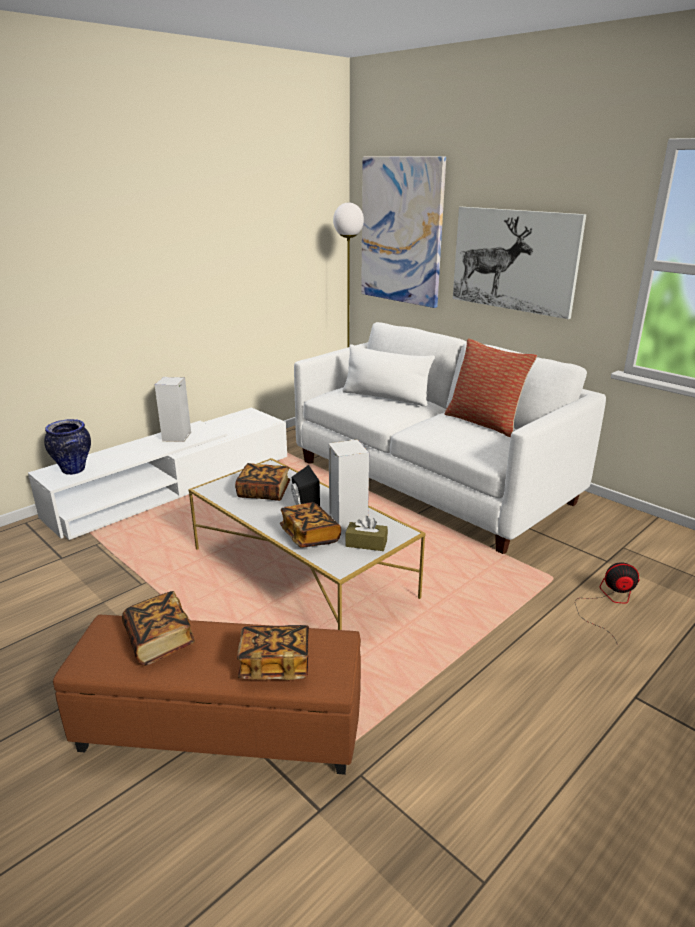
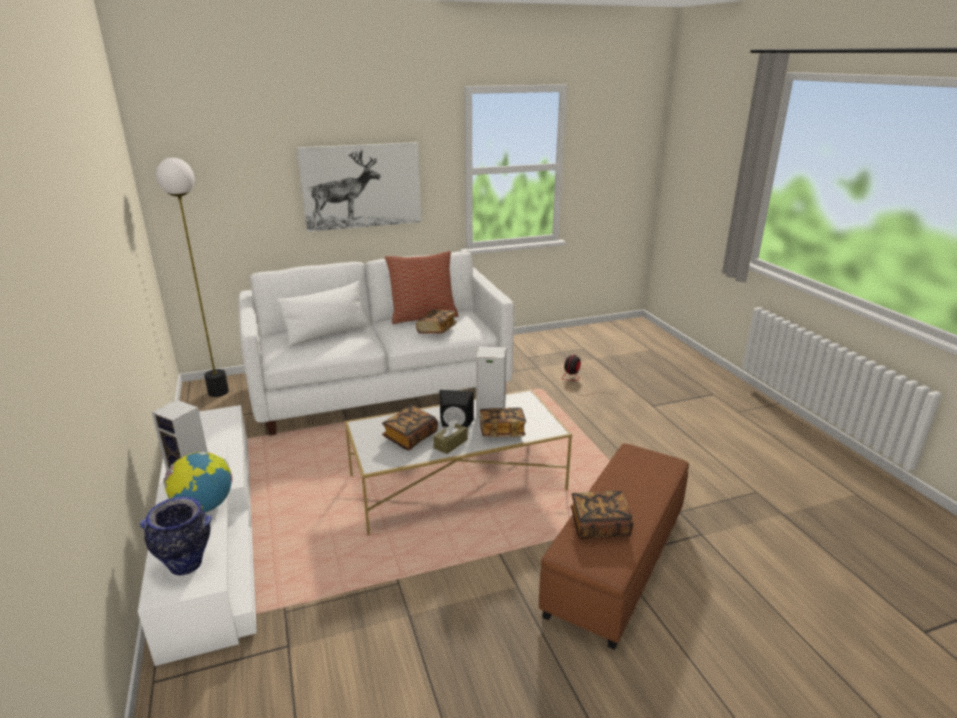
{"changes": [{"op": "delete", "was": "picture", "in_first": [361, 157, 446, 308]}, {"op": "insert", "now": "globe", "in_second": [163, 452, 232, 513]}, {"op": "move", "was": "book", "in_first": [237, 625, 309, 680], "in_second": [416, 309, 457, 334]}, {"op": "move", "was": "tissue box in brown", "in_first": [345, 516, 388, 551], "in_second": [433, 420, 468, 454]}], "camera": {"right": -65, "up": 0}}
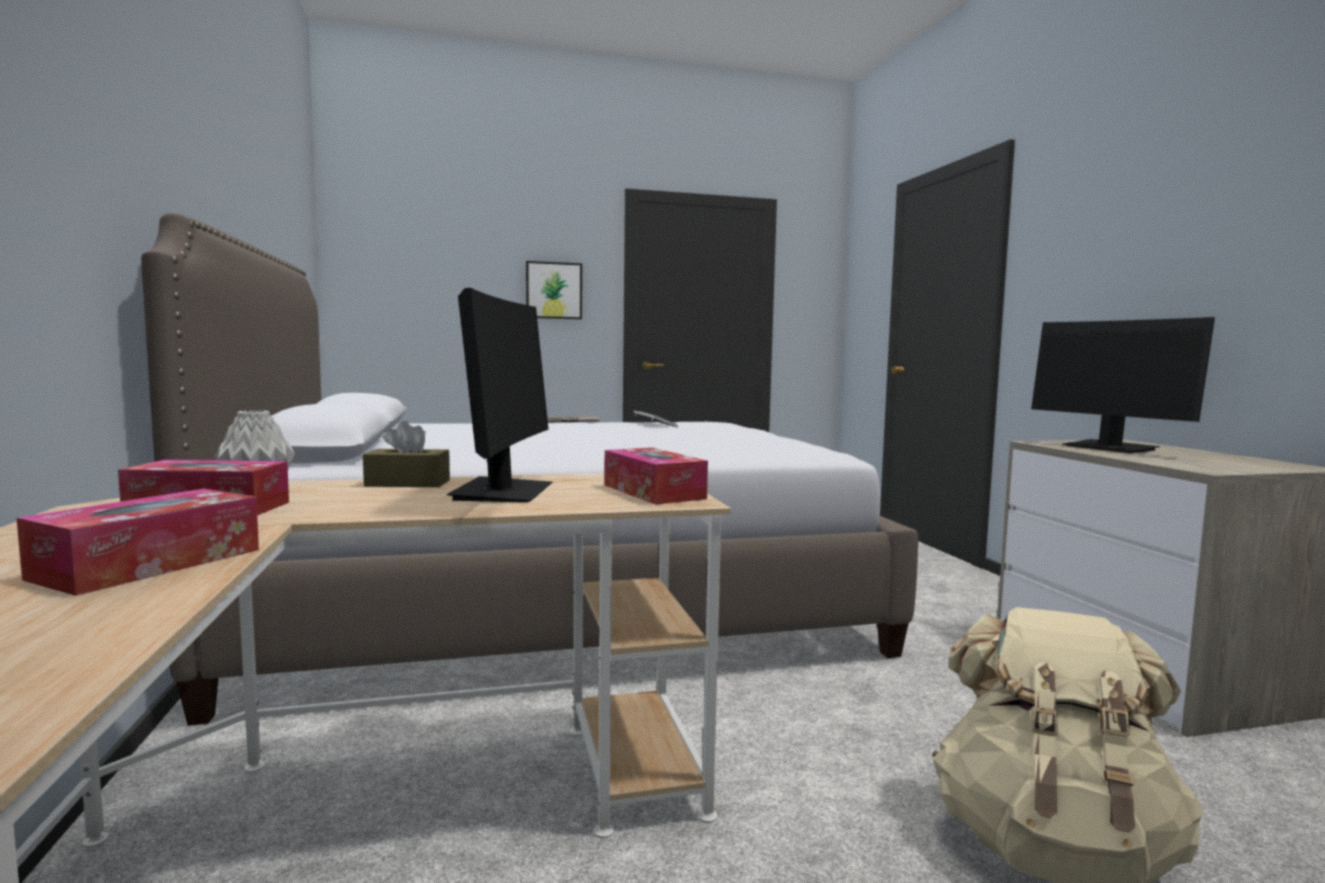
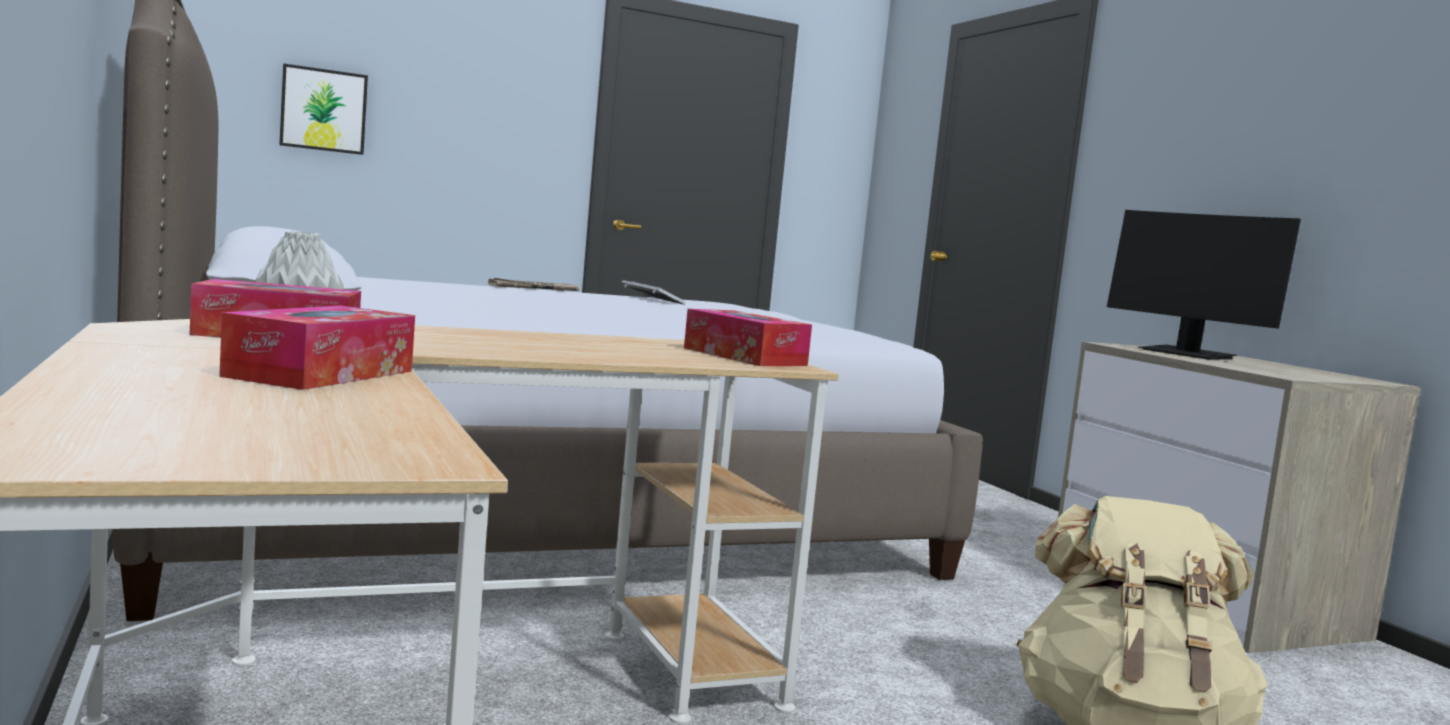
{"changes": [{"op": "delete", "was": "tissue box in brown", "in_first": [363, 421, 450, 487]}, {"op": "delete", "was": "monitor", "in_first": [447, 288, 552, 503]}, {"op": "move", "was": "picture", "in_first": [526, 261, 582, 319], "in_second": [279, 63, 368, 155]}], "camera": {"right": -10, "up": 0}}
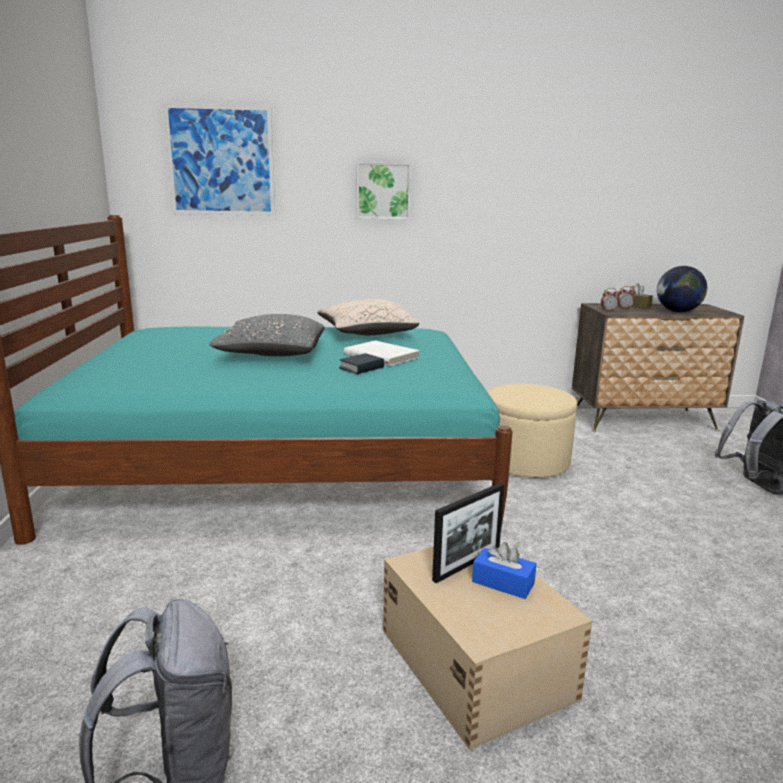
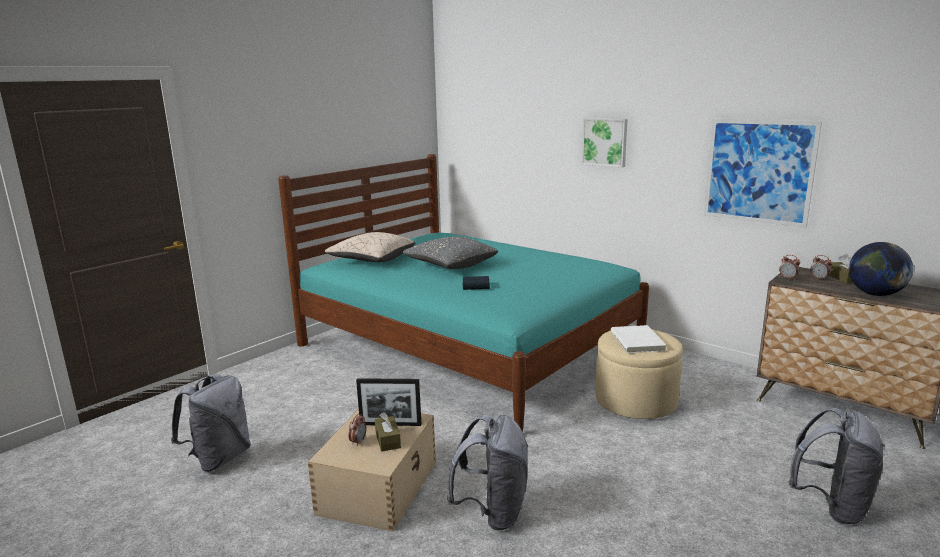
{"changes": [{"op": "insert", "now": "alarm clock", "in_second": [348, 414, 366, 446]}, {"op": "insert", "now": "backpack in grey", "in_second": [447, 415, 528, 531]}, {"op": "move", "was": "picture", "in_first": [163, 103, 275, 216], "in_second": [704, 119, 822, 228]}, {"op": "move", "was": "pillow in beige", "in_first": [317, 299, 419, 335], "in_second": [325, 232, 415, 262]}, {"op": "move", "was": "book in white", "in_first": [344, 341, 420, 366], "in_second": [611, 325, 666, 353]}, {"op": "recolor", "was": "tissue box in blue", "now": "tissue box in brown", "in_first": [472, 542, 537, 599], "in_second": [375, 412, 401, 452]}], "camera": {"right": 45, "up": 0}}
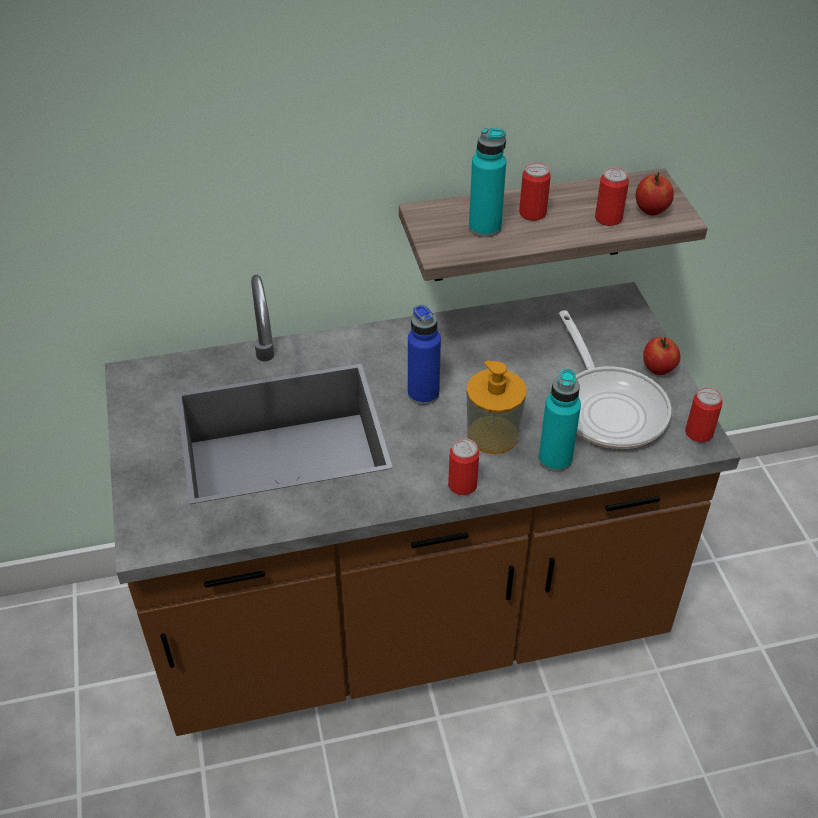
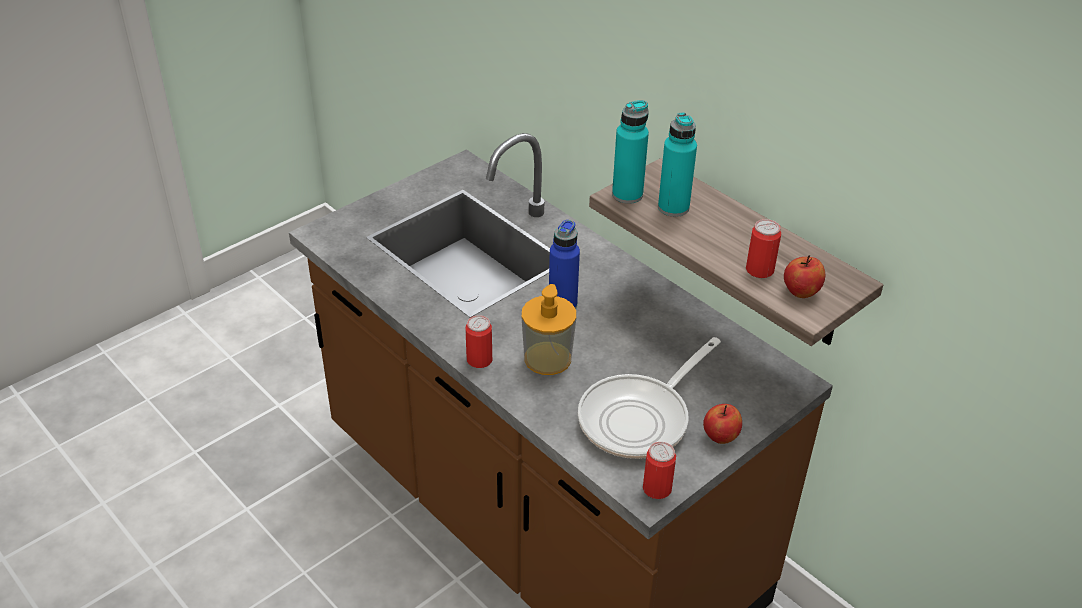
{"changes": [{"op": "delete", "was": "can", "in_first": [519, 162, 551, 221]}, {"op": "move", "was": "bottle in turquoise", "in_first": [539, 369, 581, 472], "in_second": [612, 100, 649, 204]}], "camera": {"right": 60, "up": -5}}
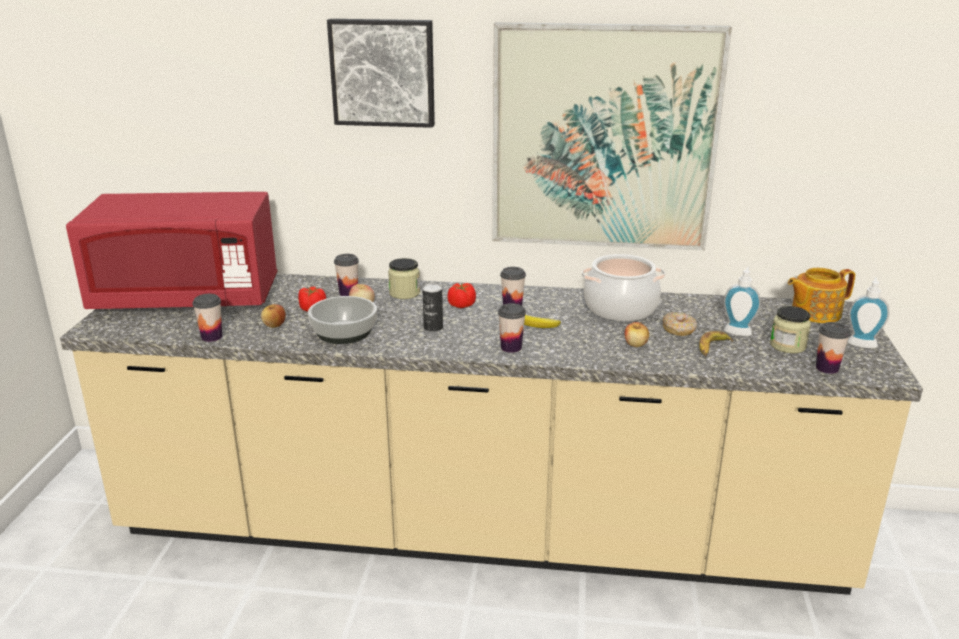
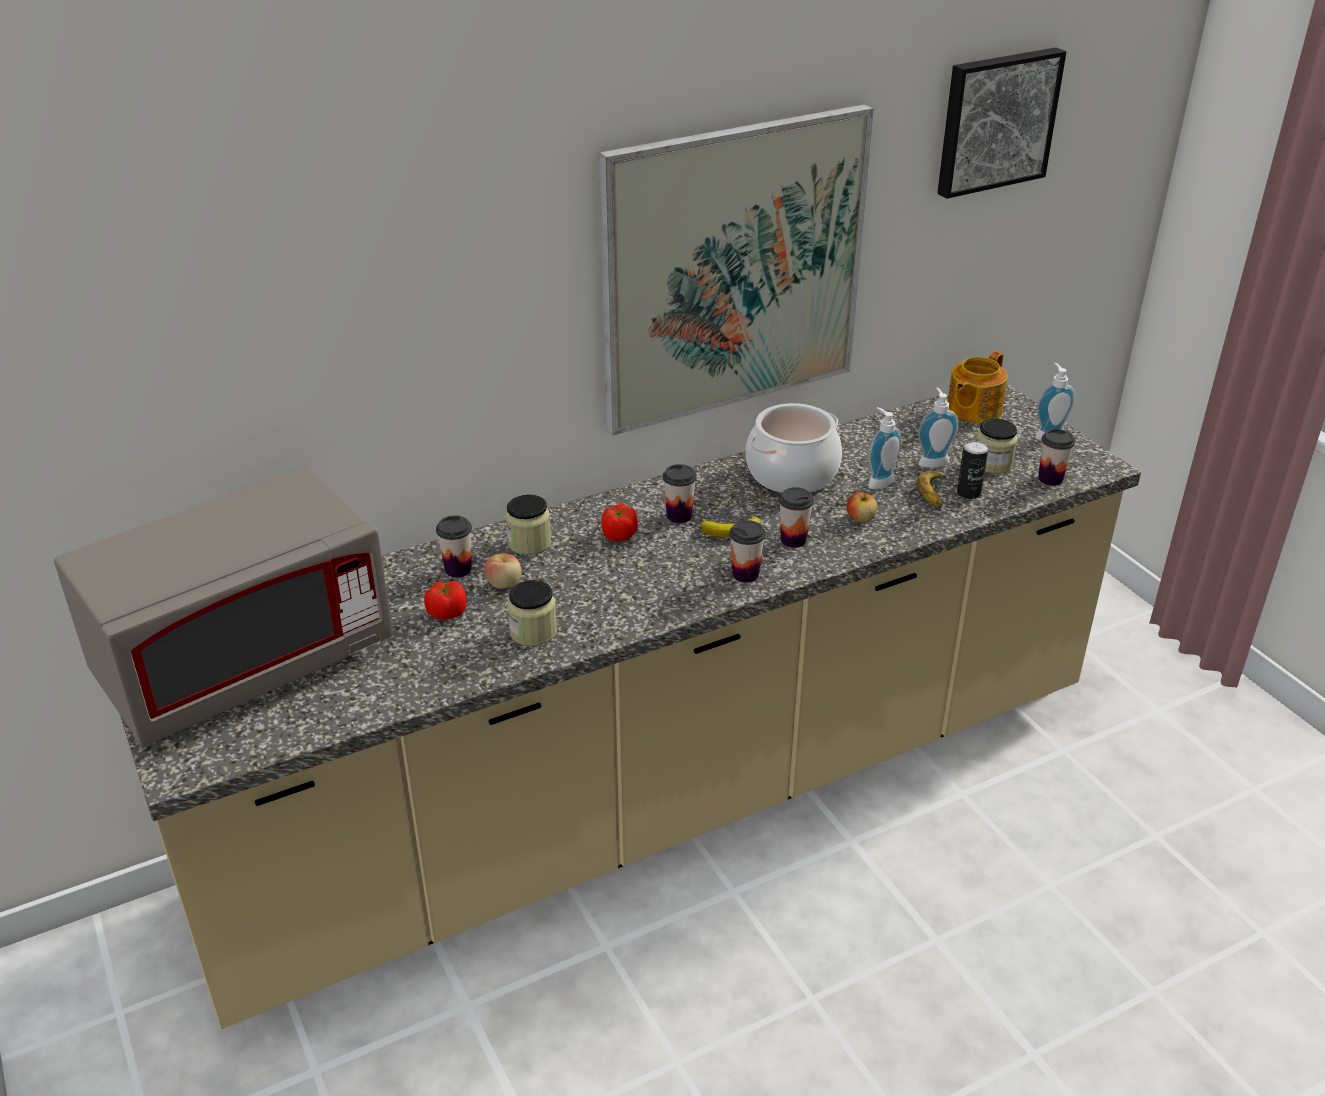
{"changes": [{"op": "delete", "was": "apple", "in_first": [261, 304, 286, 328]}, {"op": "move", "was": "cup", "in_first": [192, 294, 222, 342], "in_second": [779, 487, 814, 548]}, {"op": "move", "was": "picture", "in_first": [327, 19, 435, 128], "in_second": [937, 47, 1066, 199]}, {"op": "move", "was": "can", "in_first": [422, 283, 443, 332], "in_second": [957, 440, 988, 499]}, {"op": "replace", "was": "bowl", "now": "jar", "in_first": [308, 296, 377, 344], "in_second": [507, 580, 557, 647]}, {"op": "replace", "was": "donut", "now": "soap dispenser", "in_first": [663, 312, 697, 336], "in_second": [868, 407, 901, 489]}, {"op": "recolor", "was": "microwave in red", "now": "microwave in grey", "in_first": [66, 192, 278, 309], "in_second": [54, 467, 393, 746]}], "camera": {"right": -35, "up": 10}}
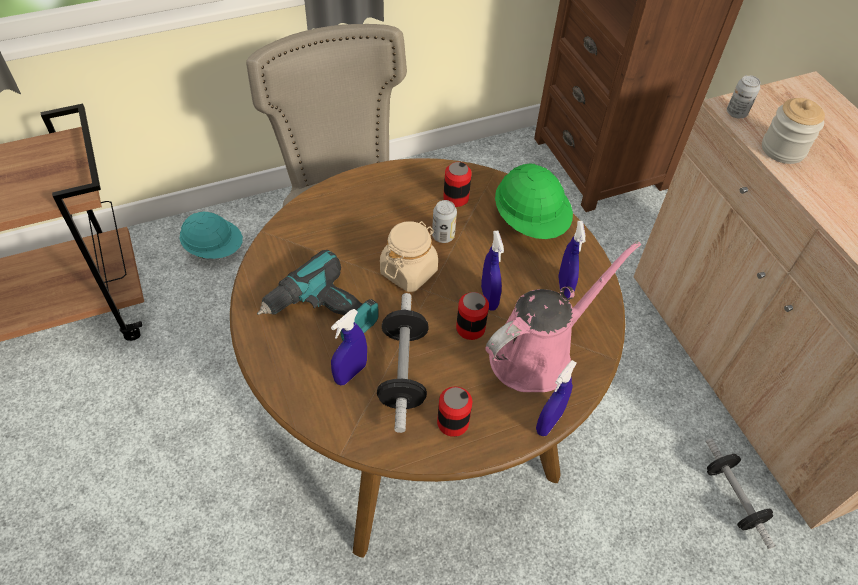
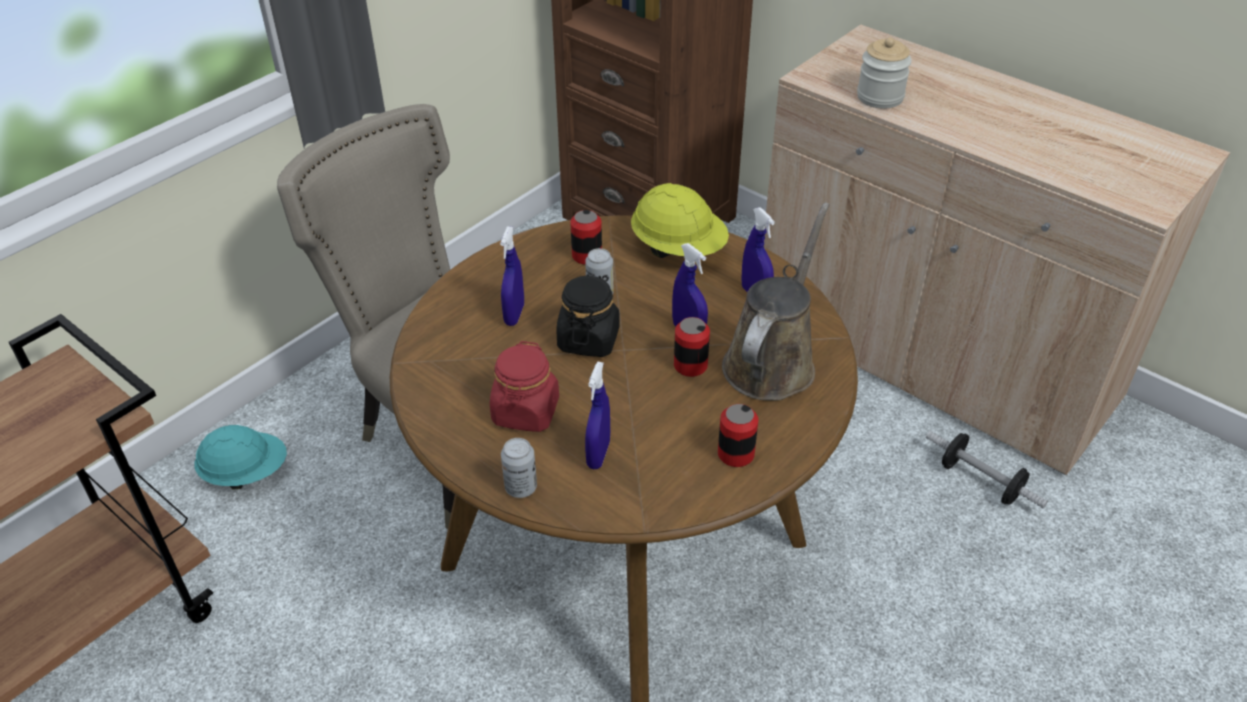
{"changes": [{"op": "delete", "was": "dumbbell", "in_first": [377, 293, 429, 433]}, {"op": "move", "was": "spray bottle in blue", "in_first": [536, 360, 577, 436], "in_second": [500, 226, 524, 326]}, {"op": "move", "was": "can", "in_first": [727, 75, 760, 119], "in_second": [501, 438, 537, 498]}, {"op": "replace", "was": "power drill", "now": "jar in red", "in_first": [257, 250, 379, 341], "in_second": [490, 341, 559, 432]}, {"op": "recolor", "was": "jar in beige", "now": "jar in black", "in_first": [380, 221, 438, 292], "in_second": [556, 274, 620, 357]}, {"op": "recolor", "was": "watering can in pink", "now": "watering can in brown", "in_first": [485, 241, 641, 392], "in_second": [722, 203, 830, 401]}, {"op": "recolor", "was": "hard hat in green", "now": "hard hat in yellow", "in_first": [495, 164, 573, 239], "in_second": [631, 183, 729, 258]}], "camera": {"right": -25, "up": -10}}
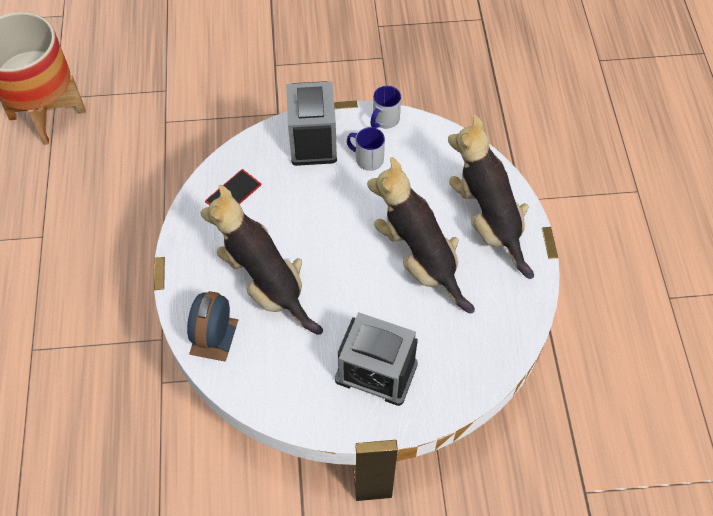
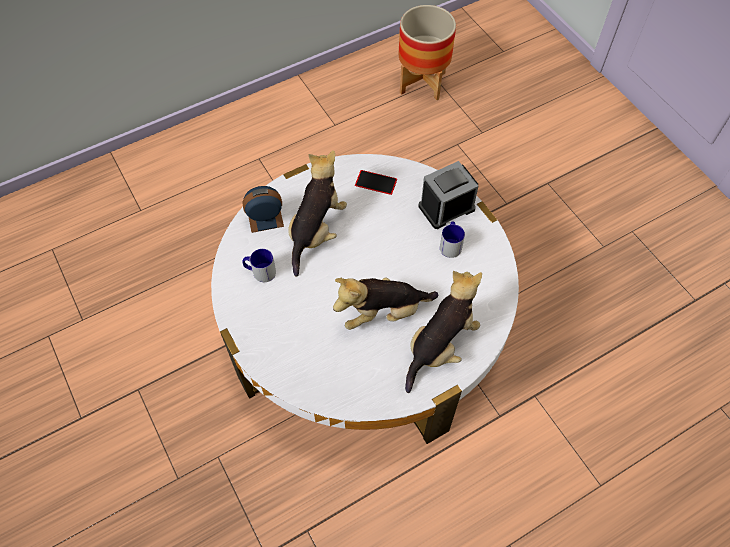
{"changes": [{"op": "delete", "was": "alarm clock", "in_first": [335, 312, 418, 406]}, {"op": "move", "was": "mug", "in_first": [371, 86, 401, 129], "in_second": [243, 249, 276, 282]}, {"op": "rotate", "was": "plush toy", "in_first": [367, 157, 475, 314], "in_second": [333, 277, 438, 330], "clockwise": -135}], "camera": {"right": 65, "up": 0}}
